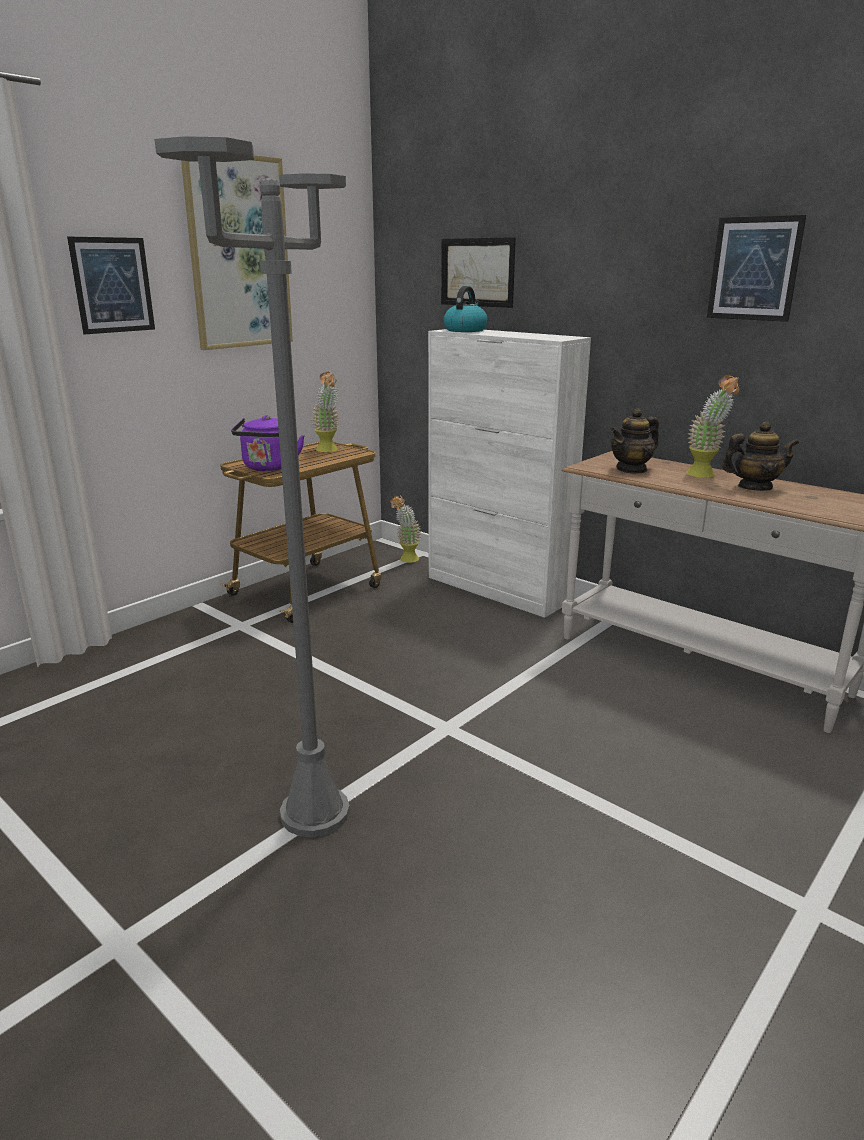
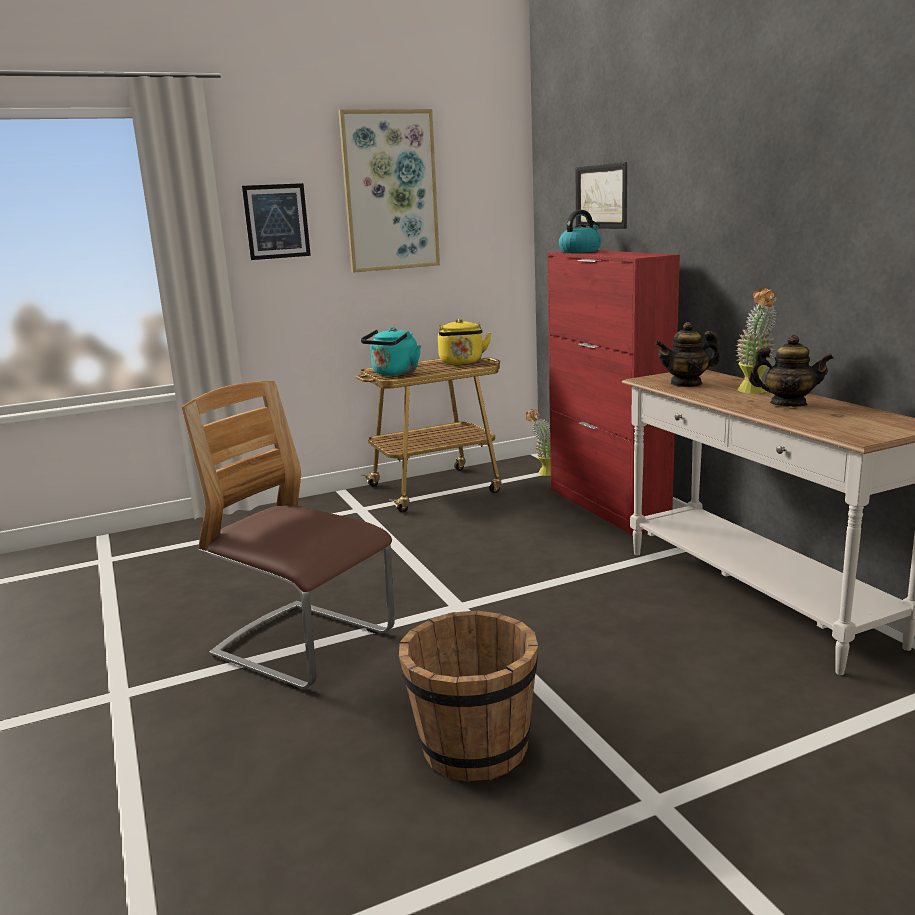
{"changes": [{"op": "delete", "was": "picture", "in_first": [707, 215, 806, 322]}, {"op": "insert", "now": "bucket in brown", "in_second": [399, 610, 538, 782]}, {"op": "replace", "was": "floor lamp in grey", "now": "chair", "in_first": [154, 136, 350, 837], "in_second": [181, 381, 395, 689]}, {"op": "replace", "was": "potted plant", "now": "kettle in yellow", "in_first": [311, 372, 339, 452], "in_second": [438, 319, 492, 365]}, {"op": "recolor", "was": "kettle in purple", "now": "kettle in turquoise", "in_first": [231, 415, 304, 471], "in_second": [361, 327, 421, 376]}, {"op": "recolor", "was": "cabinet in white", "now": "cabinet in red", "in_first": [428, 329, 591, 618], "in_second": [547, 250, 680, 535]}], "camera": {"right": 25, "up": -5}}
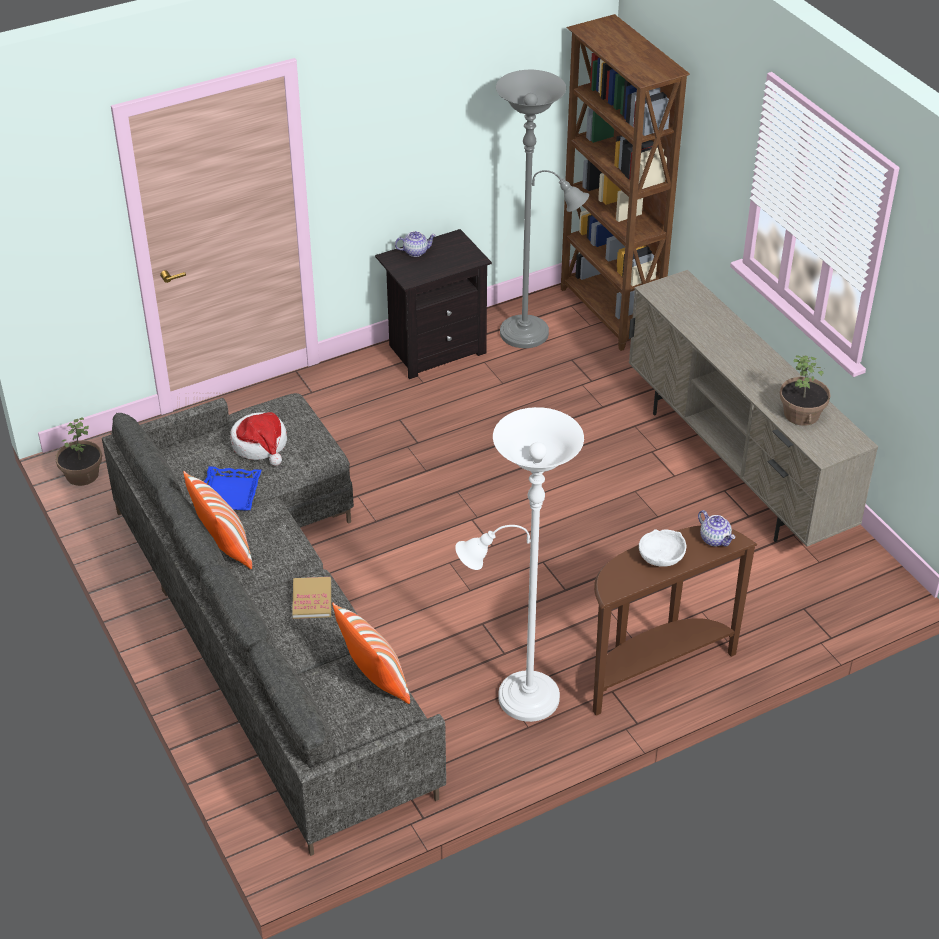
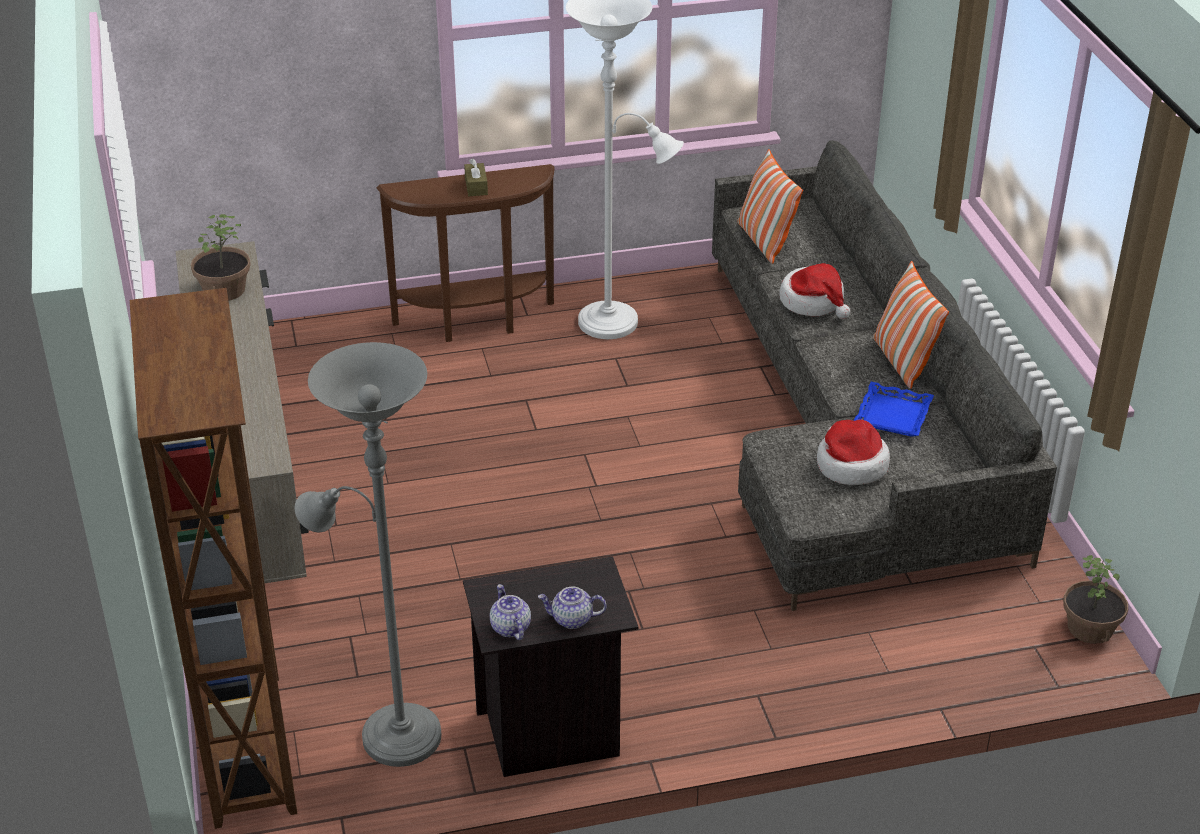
{"changes": [{"op": "move", "was": "teapot", "in_first": [698, 510, 735, 546], "in_second": [490, 584, 531, 640]}, {"op": "replace", "was": "book", "now": "hat", "in_first": [292, 577, 331, 619], "in_second": [779, 263, 850, 319]}, {"op": "replace", "was": "bowl in white", "now": "tissue box in brown", "in_first": [639, 529, 686, 567], "in_second": [464, 159, 488, 196]}], "camera": {"right": -165, "up": -5}}
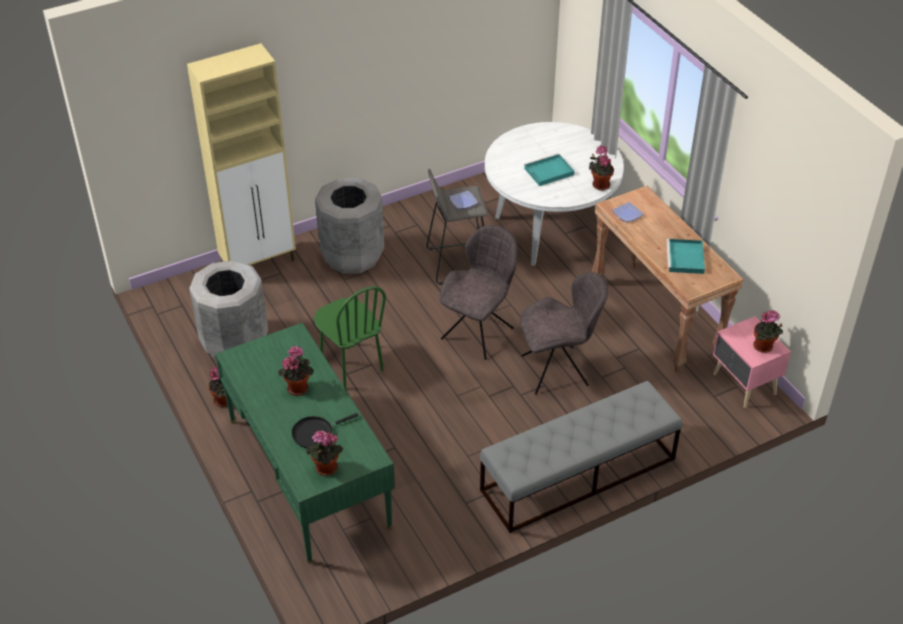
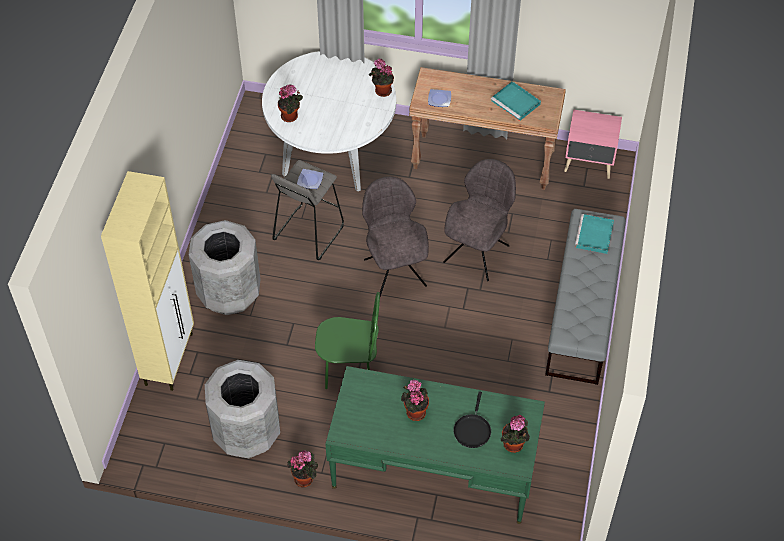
{"changes": [{"op": "move", "was": "tray in turquoise", "in_first": [524, 153, 574, 186], "in_second": [575, 214, 614, 254]}, {"op": "move", "was": "potted plant", "in_first": [753, 310, 783, 353], "in_second": [278, 84, 303, 122]}], "camera": {"right": -50, "up": 10}}
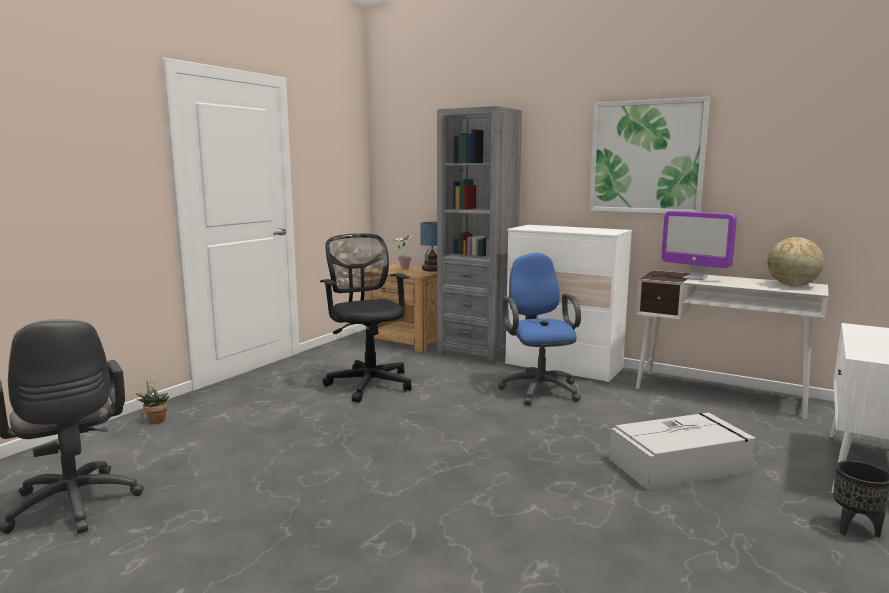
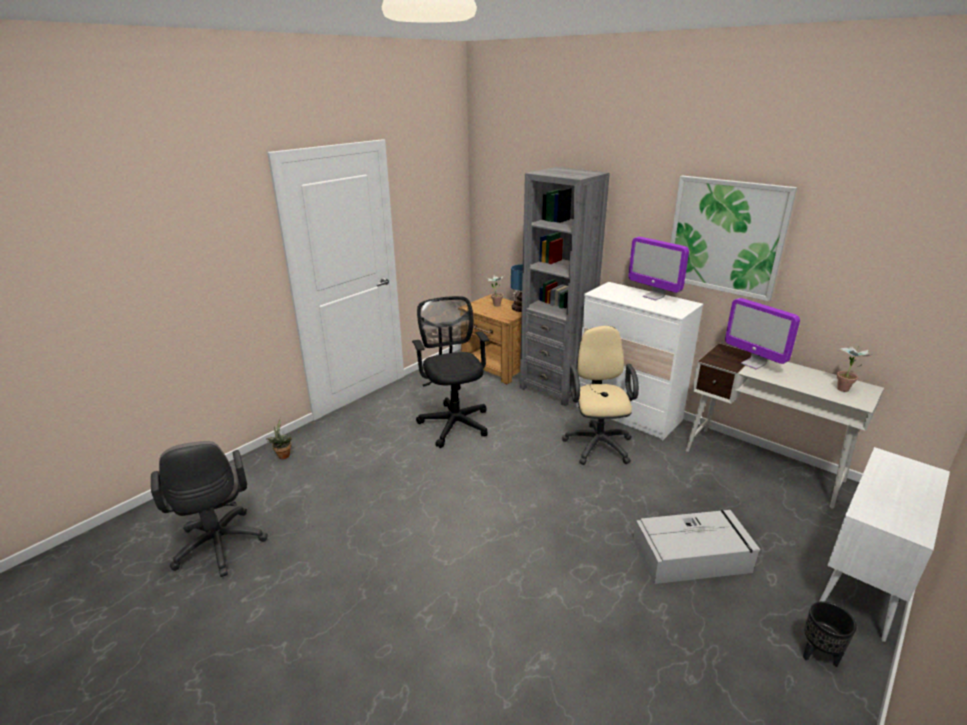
{"changes": [{"op": "insert", "now": "monitor", "in_second": [628, 237, 689, 300]}, {"op": "replace", "was": "globe", "now": "potted plant", "in_first": [767, 237, 824, 286], "in_second": [837, 346, 872, 392]}, {"op": "recolor", "was": "office chair in blue", "now": "office chair in beige", "in_first": [498, 253, 581, 405], "in_second": [562, 326, 639, 465]}], "camera": {"right": 10, "up": 15}}
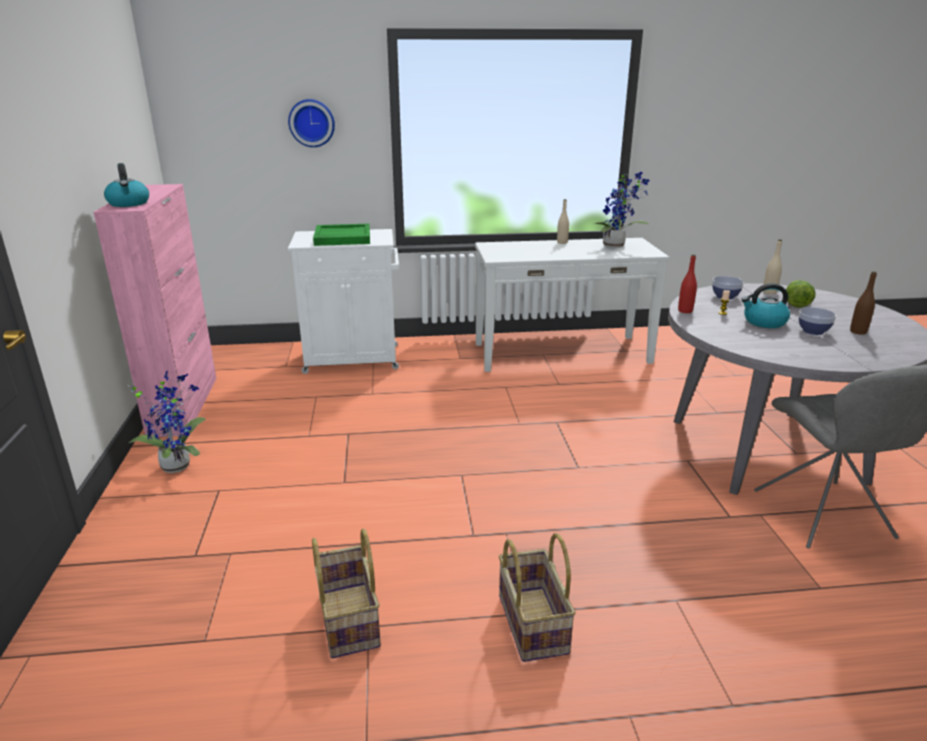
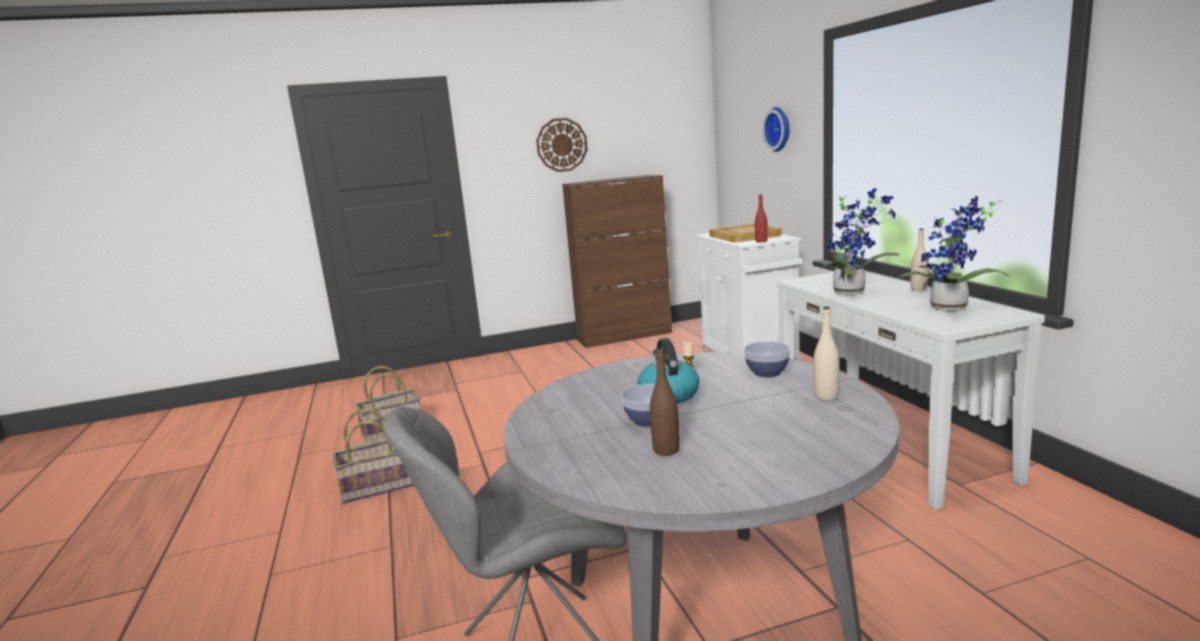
{"changes": [{"op": "delete", "was": "kettle", "in_first": [104, 163, 149, 207]}, {"op": "delete", "was": "lettuce", "in_first": [786, 280, 816, 308]}, {"op": "insert", "now": "wall clock", "in_second": [536, 118, 588, 172]}, {"op": "move", "was": "potted plant", "in_first": [127, 371, 206, 473], "in_second": [822, 188, 900, 295]}, {"op": "move", "was": "bottle in red", "in_first": [678, 254, 697, 313], "in_second": [755, 194, 768, 242]}, {"op": "recolor", "was": "cabinet in pink", "now": "cabinet in brown", "in_first": [93, 184, 216, 437], "in_second": [562, 174, 672, 348]}, {"op": "recolor", "was": "tray in green", "now": "tray in beige", "in_first": [313, 224, 370, 246], "in_second": [709, 223, 782, 243]}], "camera": {"right": 80, "up": -10}}
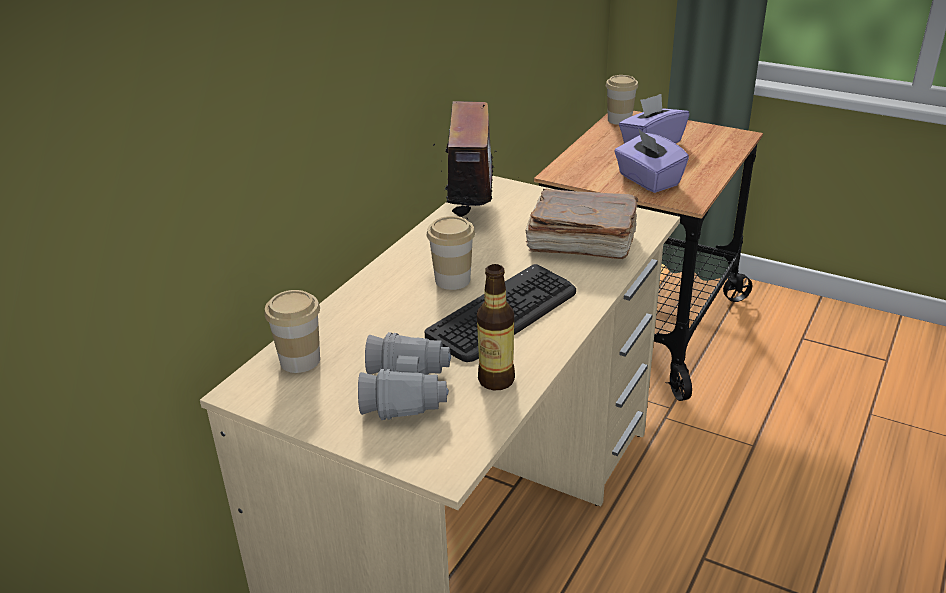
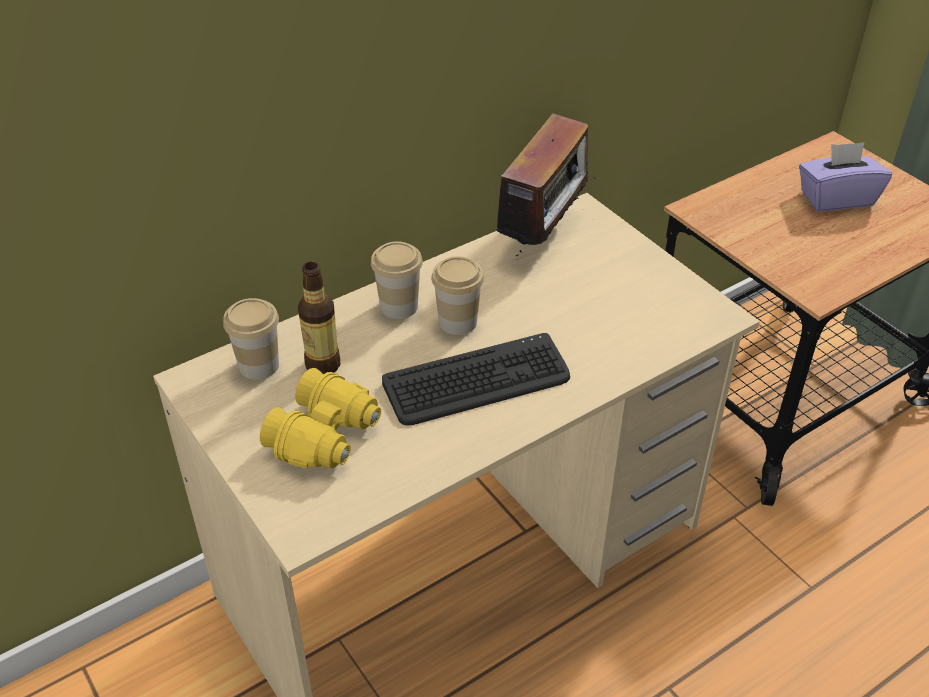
{"changes": [{"op": "delete", "was": "book in brown", "in_first": [525, 188, 638, 259]}, {"op": "delete", "was": "tissue box in purple", "in_first": [614, 129, 689, 193]}, {"op": "move", "was": "bottle", "in_first": [477, 264, 515, 390], "in_second": [298, 262, 340, 374]}, {"op": "move", "was": "cup", "in_first": [606, 75, 638, 125], "in_second": [371, 241, 423, 319]}, {"op": "recolor", "was": "binoculars in grey", "now": "binoculars in yellow", "in_first": [358, 332, 451, 420], "in_second": [260, 368, 381, 469]}], "camera": {"right": 25, "up": 10}}
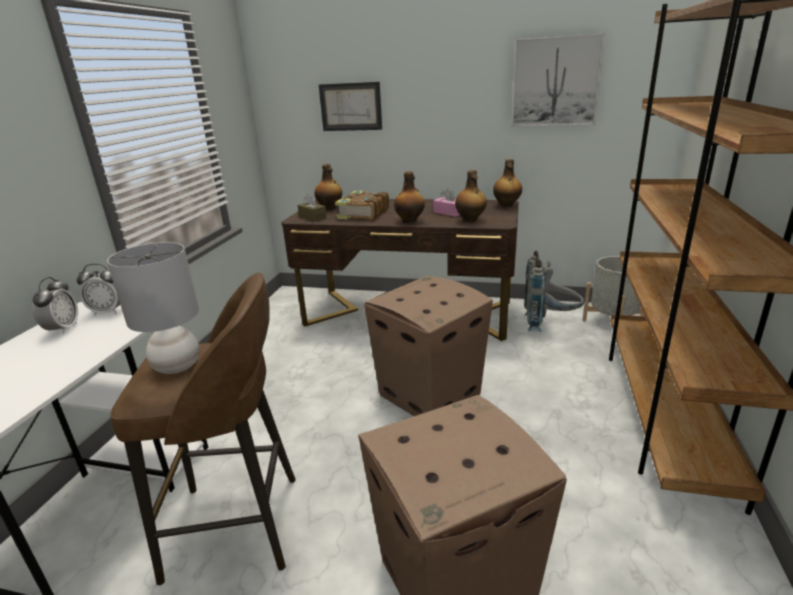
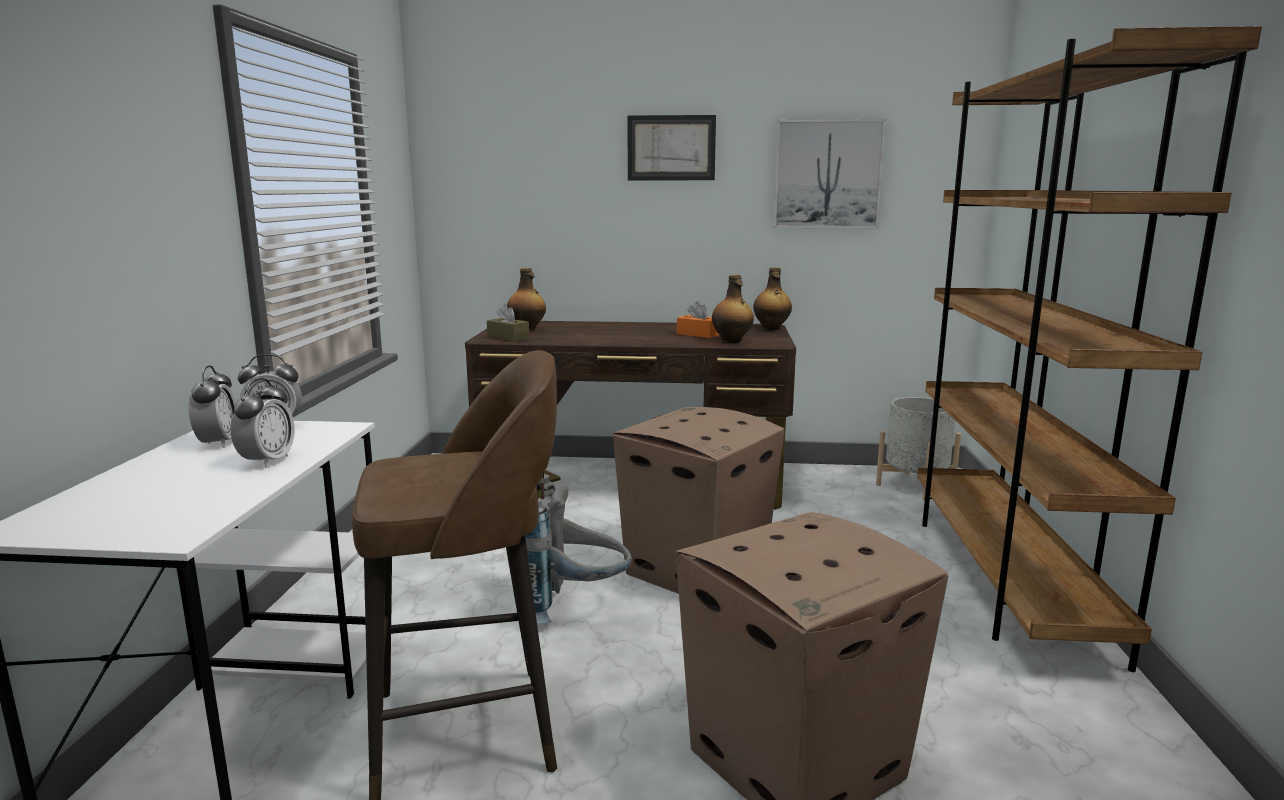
{"changes": [{"op": "delete", "was": "table lamp in grey", "in_first": [107, 242, 200, 374]}, {"op": "delete", "was": "book", "in_first": [335, 191, 389, 220]}, {"op": "delete", "was": "bottle", "in_first": [394, 171, 425, 223]}, {"op": "insert", "now": "alarm clock", "in_second": [231, 378, 295, 468]}, {"op": "move", "was": "picture", "in_first": [319, 82, 382, 131], "in_second": [627, 115, 716, 180]}, {"op": "move", "was": "backpack in grey", "in_first": [524, 251, 584, 332], "in_second": [525, 473, 632, 623]}, {"op": "recolor", "was": "tissue box in pink", "now": "tissue box in orange", "in_first": [433, 189, 460, 217], "in_second": [677, 302, 719, 338]}], "camera": {"right": -10, "up": -10}}
